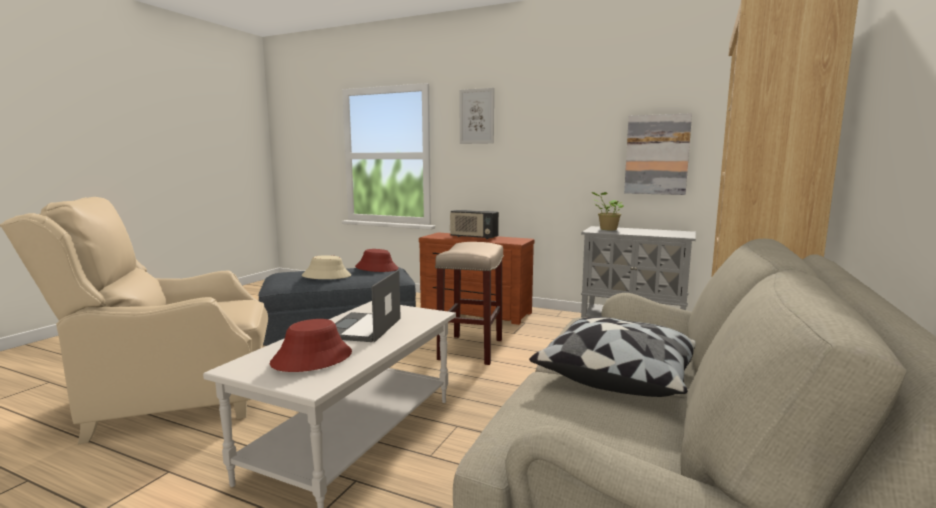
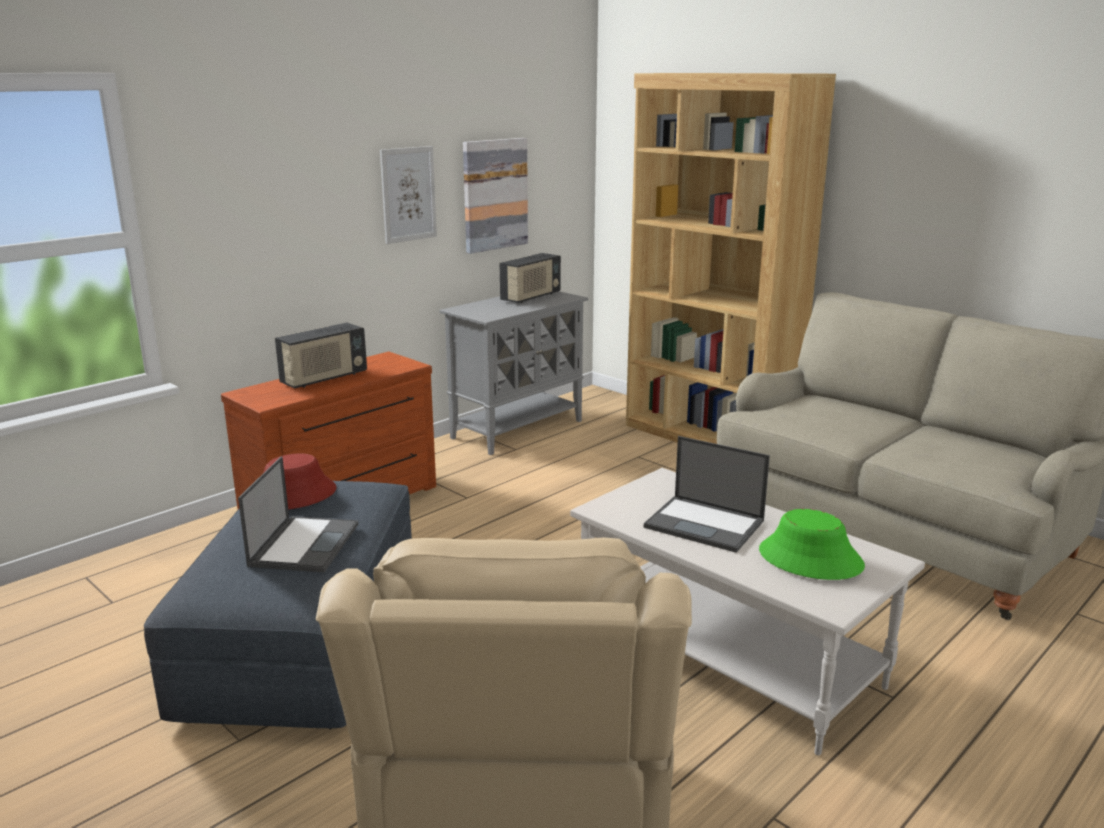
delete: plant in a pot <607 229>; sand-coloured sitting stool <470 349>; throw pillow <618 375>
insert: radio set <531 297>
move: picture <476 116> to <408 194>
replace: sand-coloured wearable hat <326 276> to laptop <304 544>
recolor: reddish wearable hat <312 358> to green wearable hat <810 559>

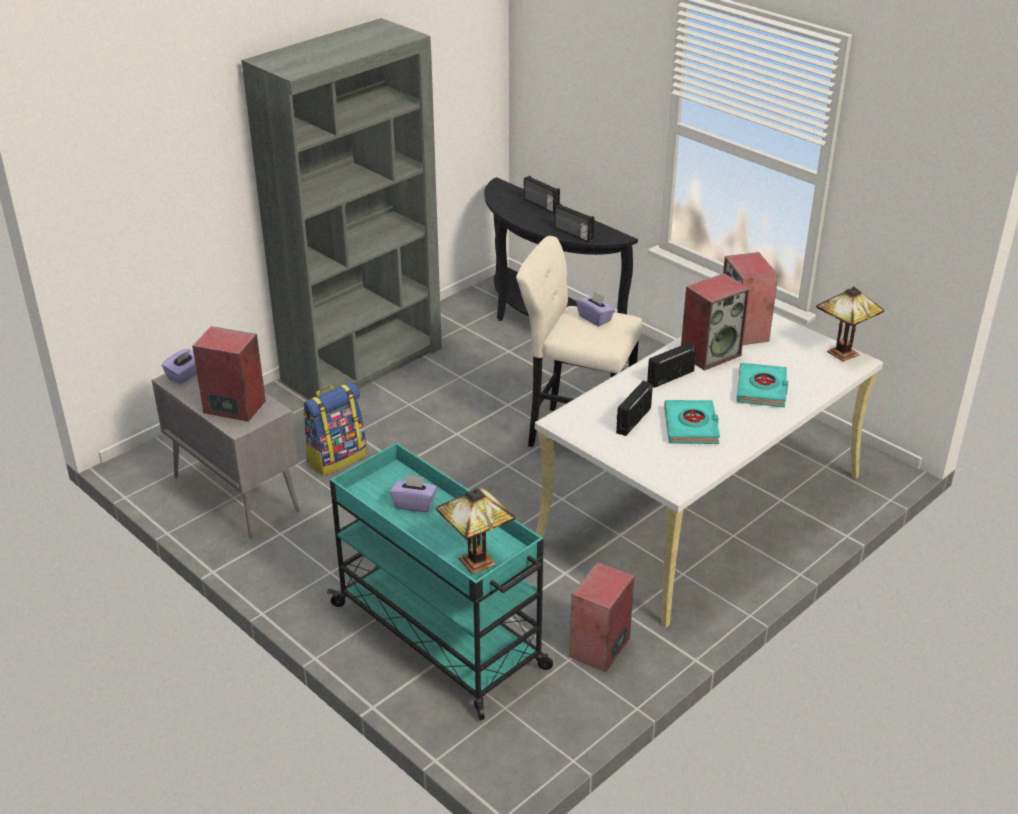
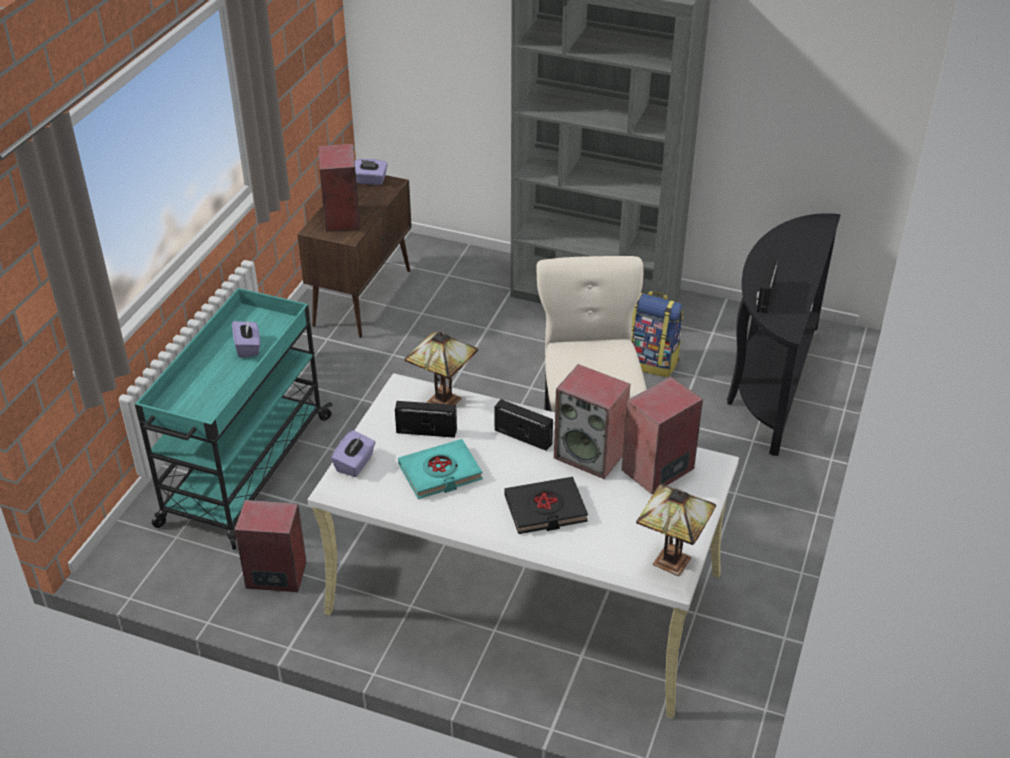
delete: radio set <540 205>
move: purple box of tissues <595 318> to <355 464>; rucksack <336 458> to <649 362>; tabletop lamp <476 563> to <441 401>
recolor: blue-green volume <762 389> to black volume <545 510>; gray cupboard <235 493> to brown cupboard <363 297>

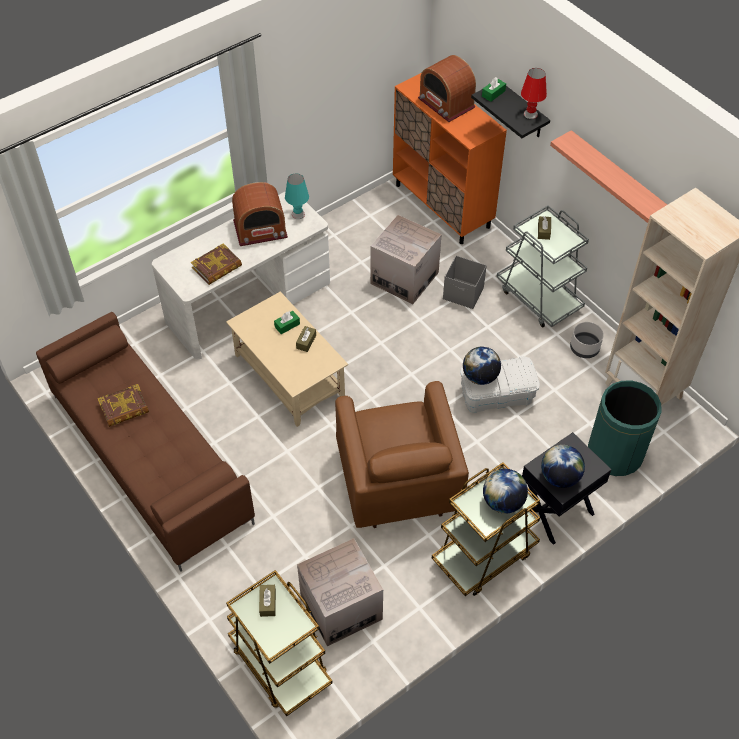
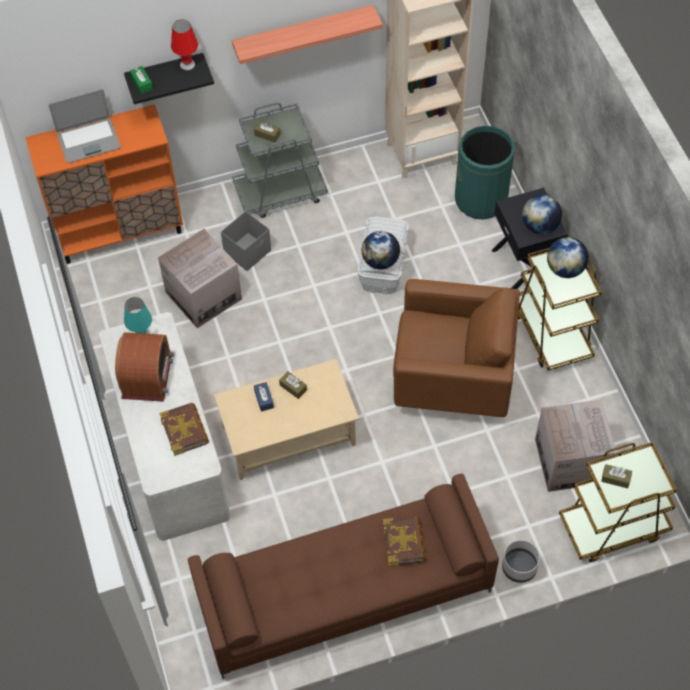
move: gray plant pot <584 348> to <519 568>; volume <124 408> to <404 542>
replace: radio set <446 103> to laptop <88 140>
recolor: green box of tissues <287 325> to bluish box of tissues <264 399>

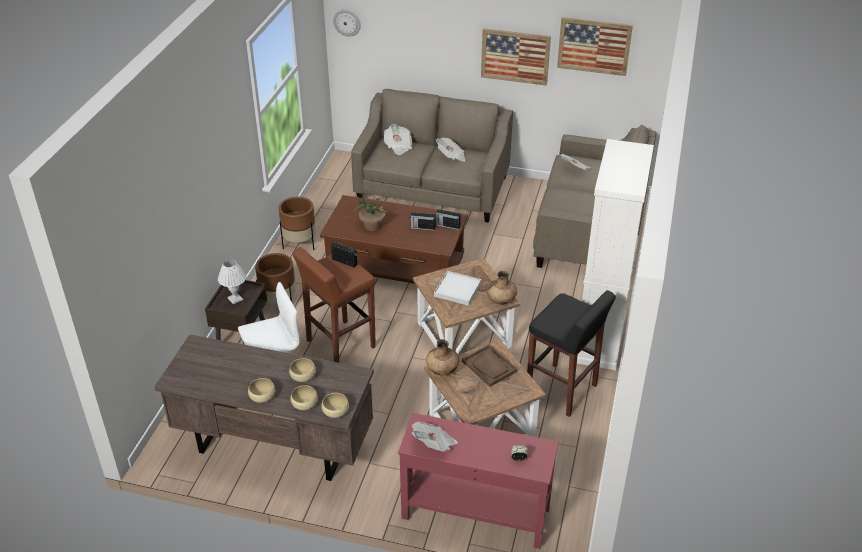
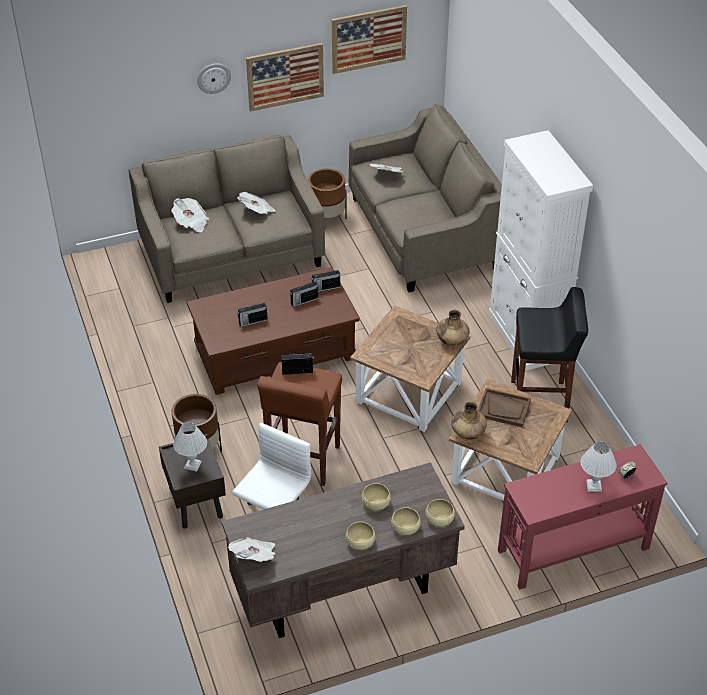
delete: whitish tray <457 290>
insert: whitish tabletop lamp <594 486>
move: clock on the wall <347 22> to <213 78>; brown plant pot <300 244> to <327 219>; newspaper <434 444> to <255 557>
replace: plant in a pot <372 226> to radio set <252 322>

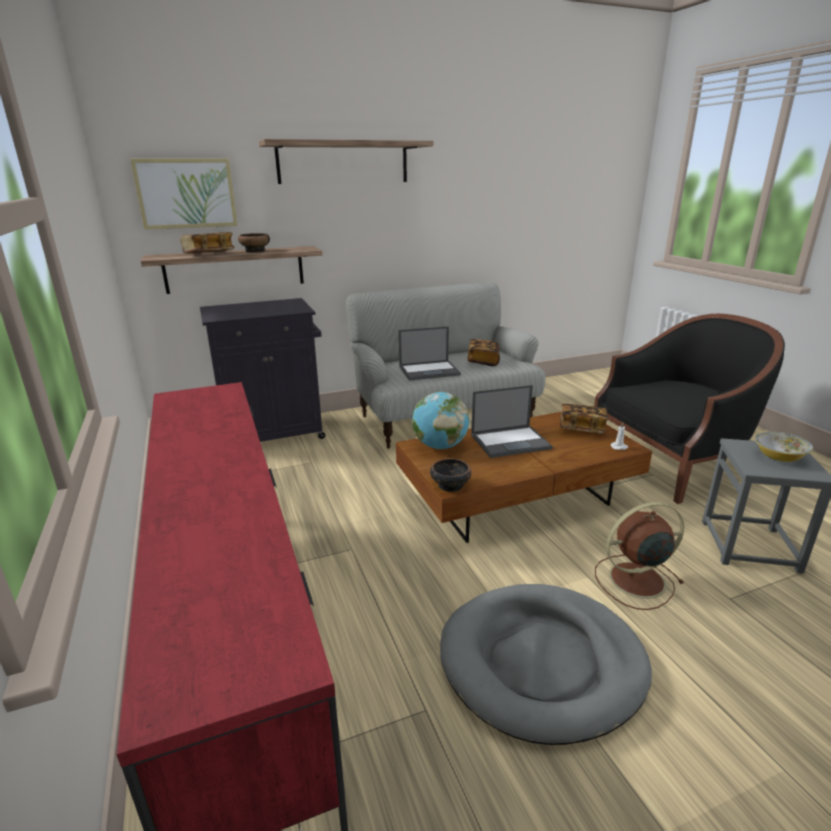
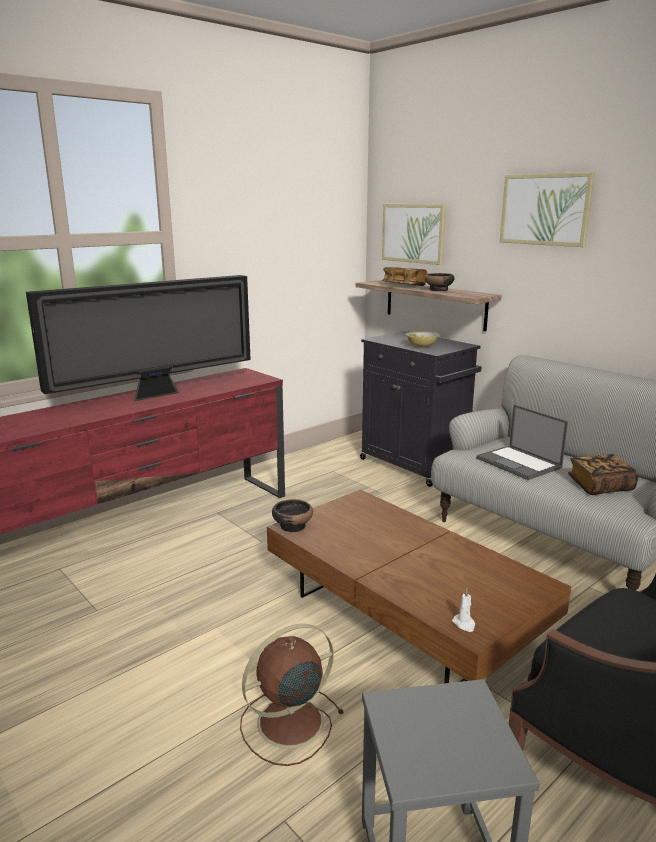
delete: laptop <511 441>; globe <440 446>; volume <581 428>; gray dog cushion <542 663>
insert: TV <157 394>
move: deep dish <779 457> to <421 345>
replace: shelf <343 162> to picture <545 209>
rotate: brown electric fan <634 580> = <287 723> 90 degrees counterclockwise

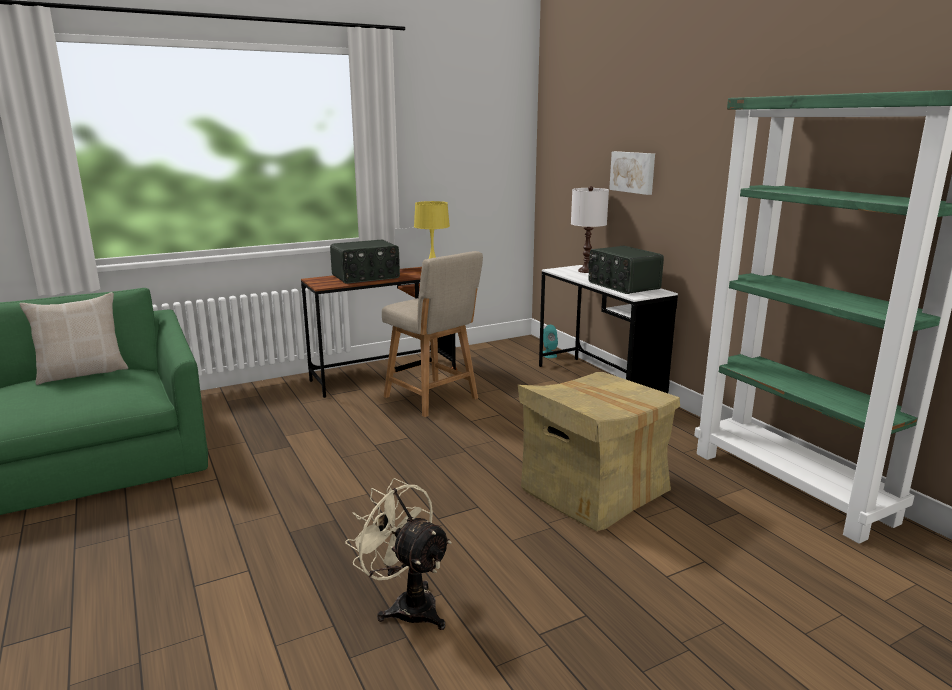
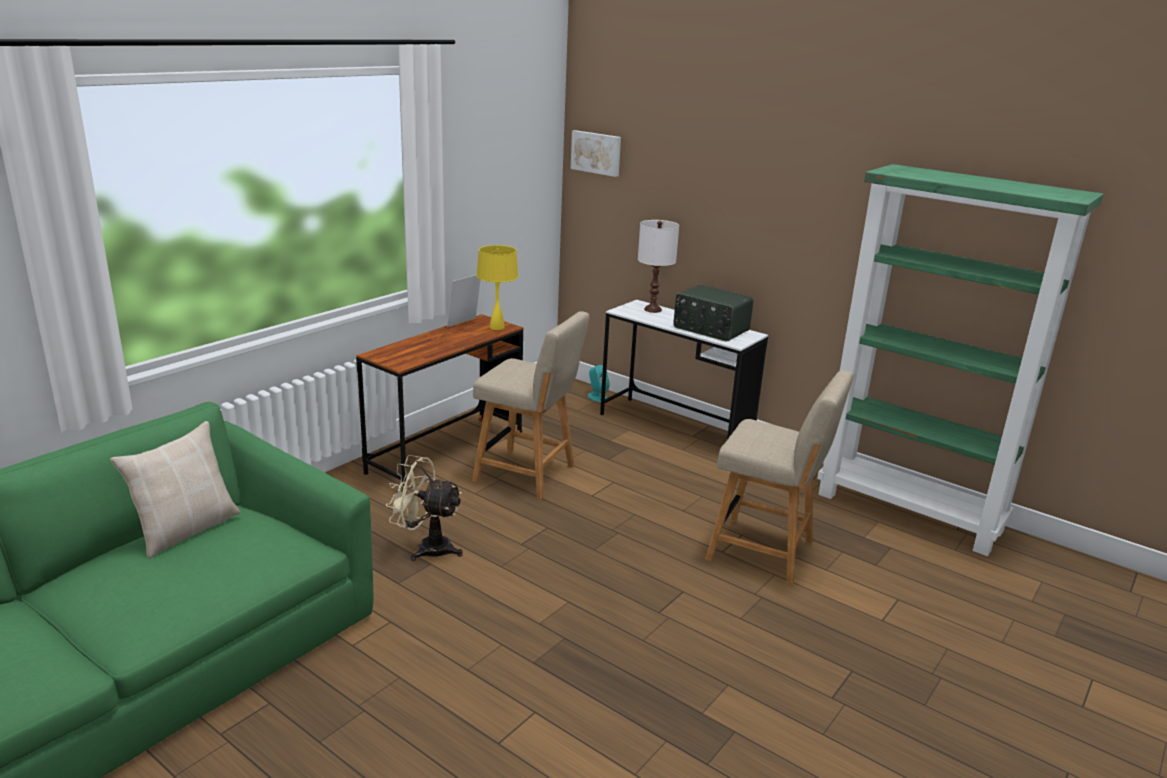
delete: radio set <366 277>
move: picture <633 172> to <596 153>; sand-coloured electric fan <407 605> to <426 547>
replace: cardboard box <593 491> to sand-coloured plain chair <766 552>

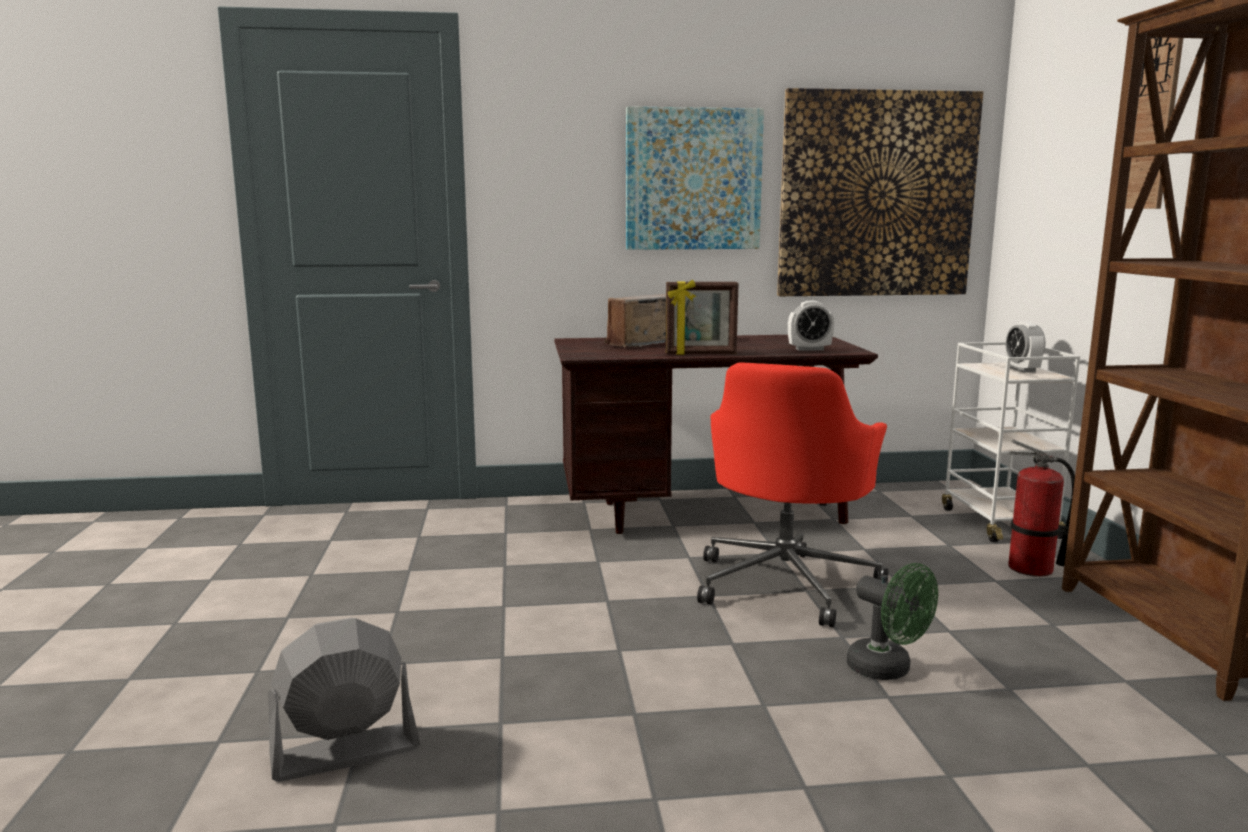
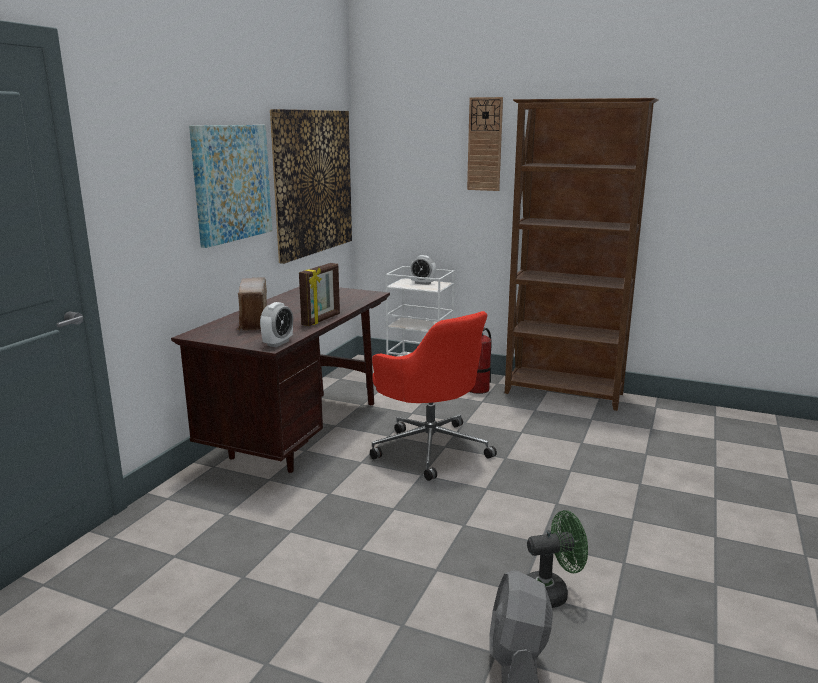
move: bedside clock <809 349> to <278 343>; green electric fan <888 670> to <551 592>

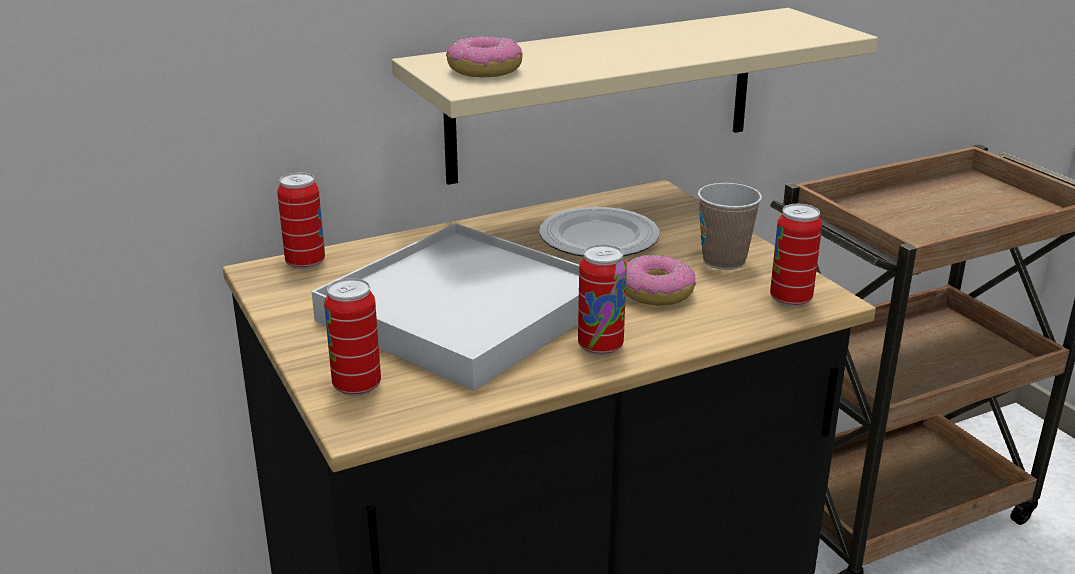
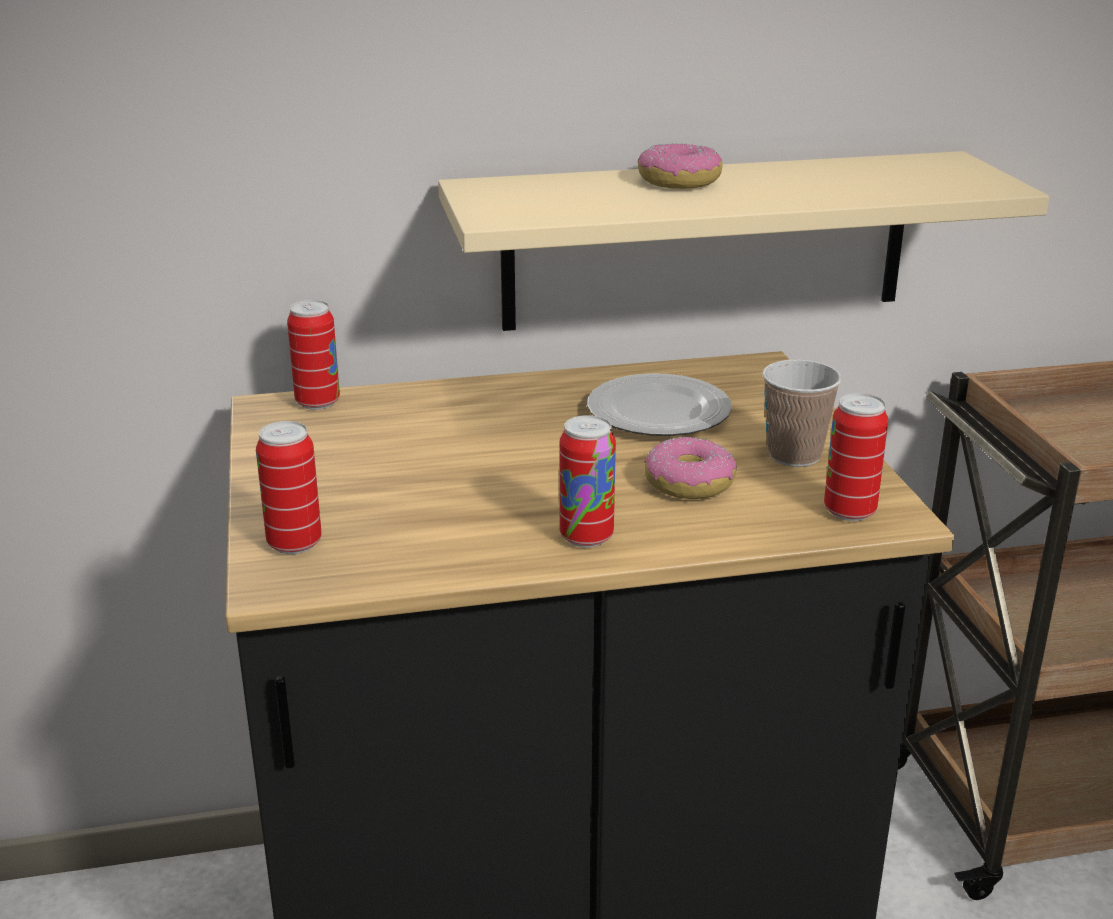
delete: whitish tray <464 313>
move: ring doughnut <485 70> to <679 181>

